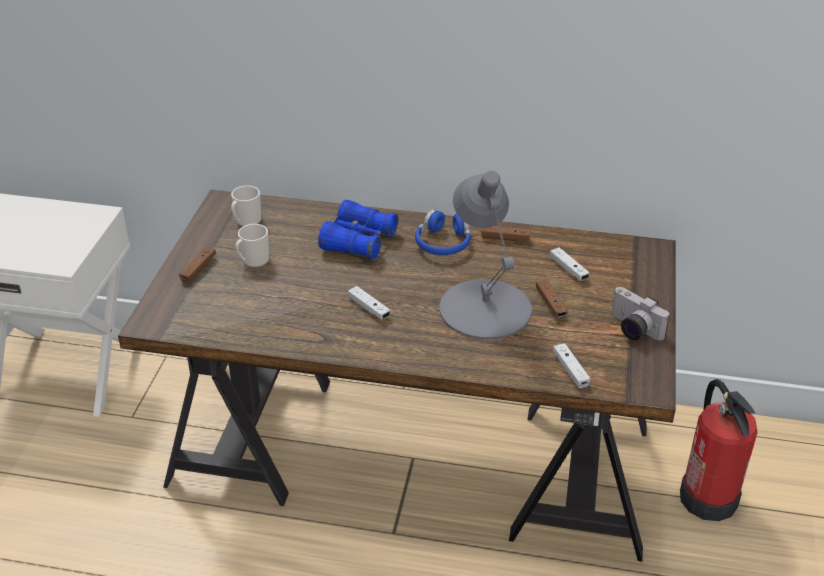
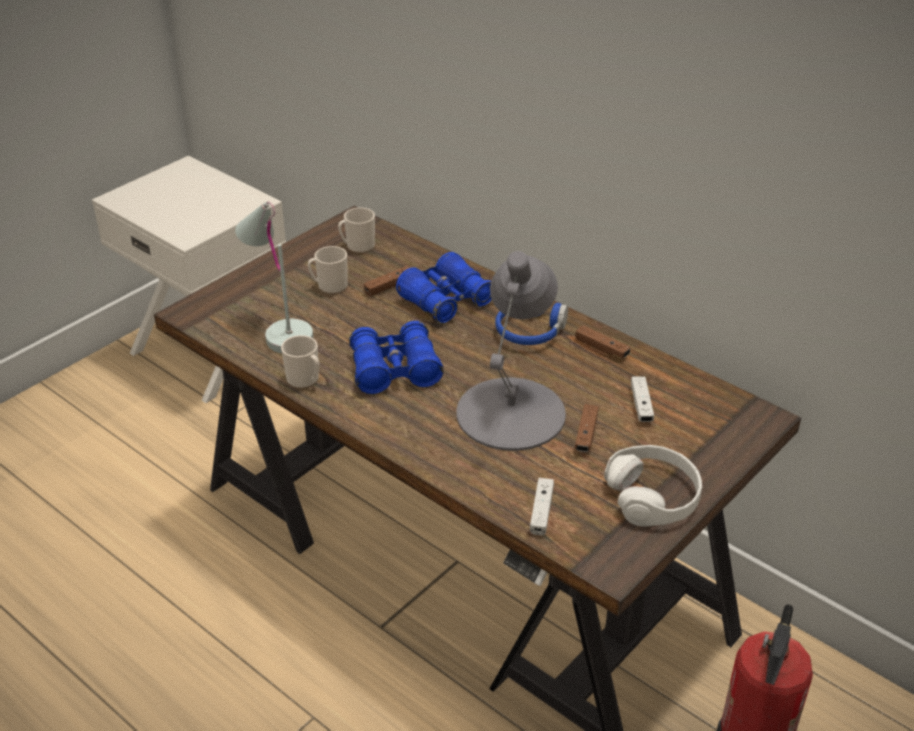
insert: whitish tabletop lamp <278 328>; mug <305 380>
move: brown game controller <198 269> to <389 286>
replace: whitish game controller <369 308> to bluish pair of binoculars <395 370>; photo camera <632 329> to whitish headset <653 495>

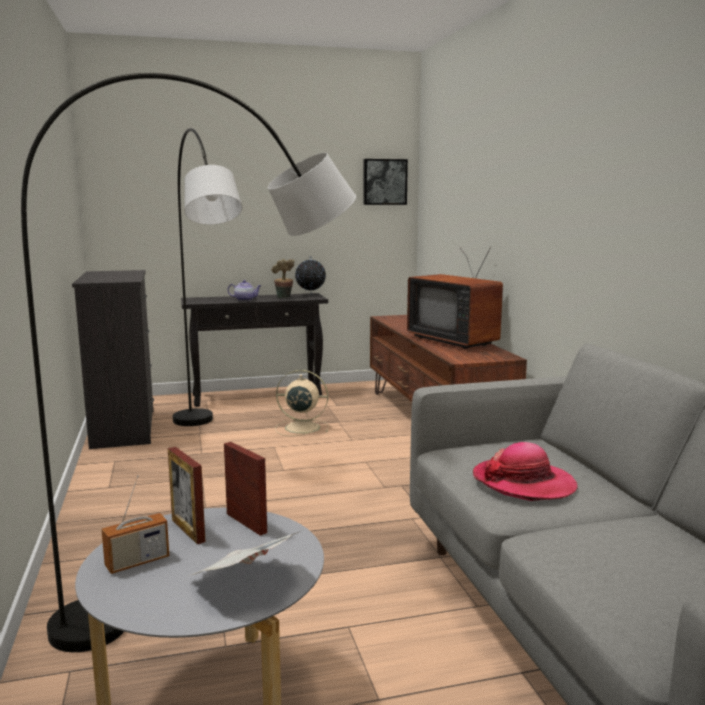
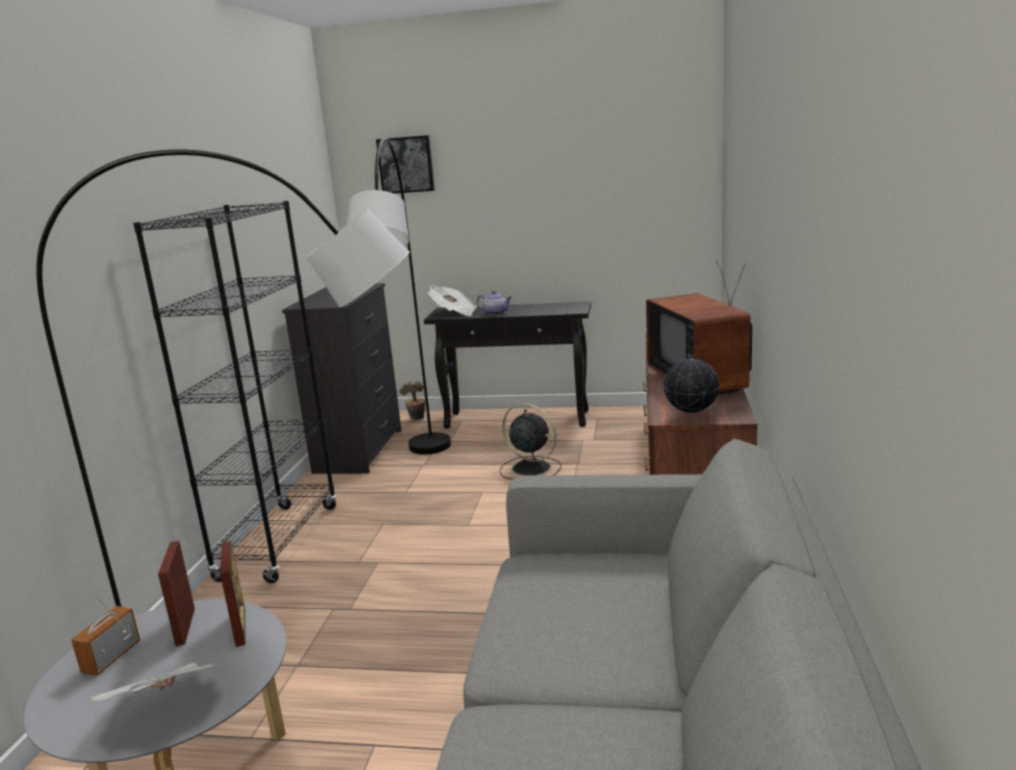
delete: wearable hat <524 483>
insert: black shelving unit <279 542>; newspaper <454 313>
move: picture <384 182> to <406 164>; globe <310 294> to <691 418>; plant in a pot <284 298> to <417 419>
recolor: sand-coloured electric fan <300 427> to black electric fan <529 468>
rotate: radio set <137 562> = <111 657> 120 degrees clockwise

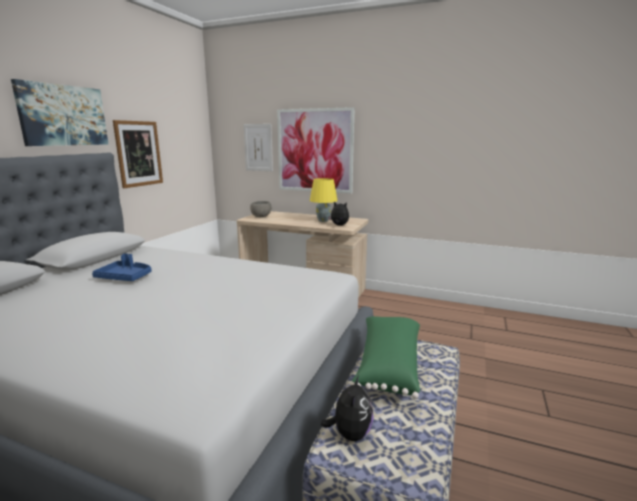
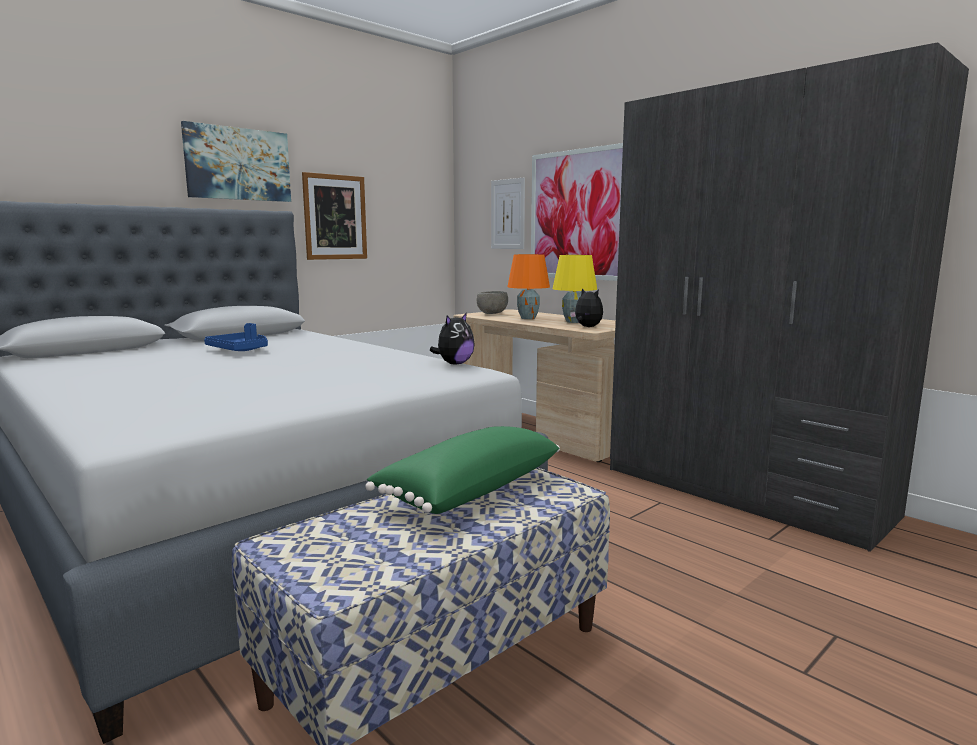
insert: gray wardrobe <743 491>; orange tabletop lamp <527 318>
move: cuddly toy <350 433> to <454 364>

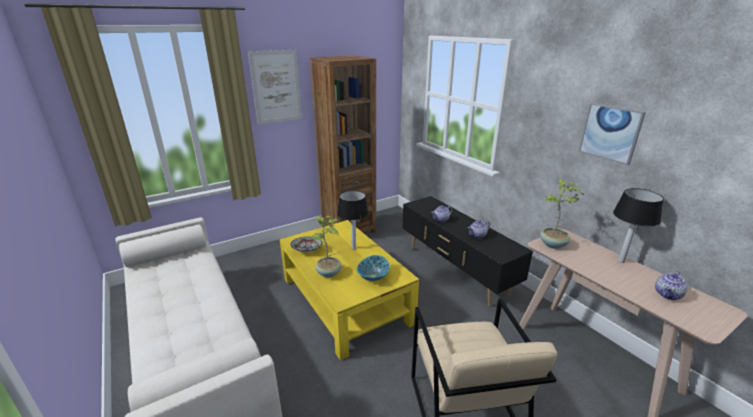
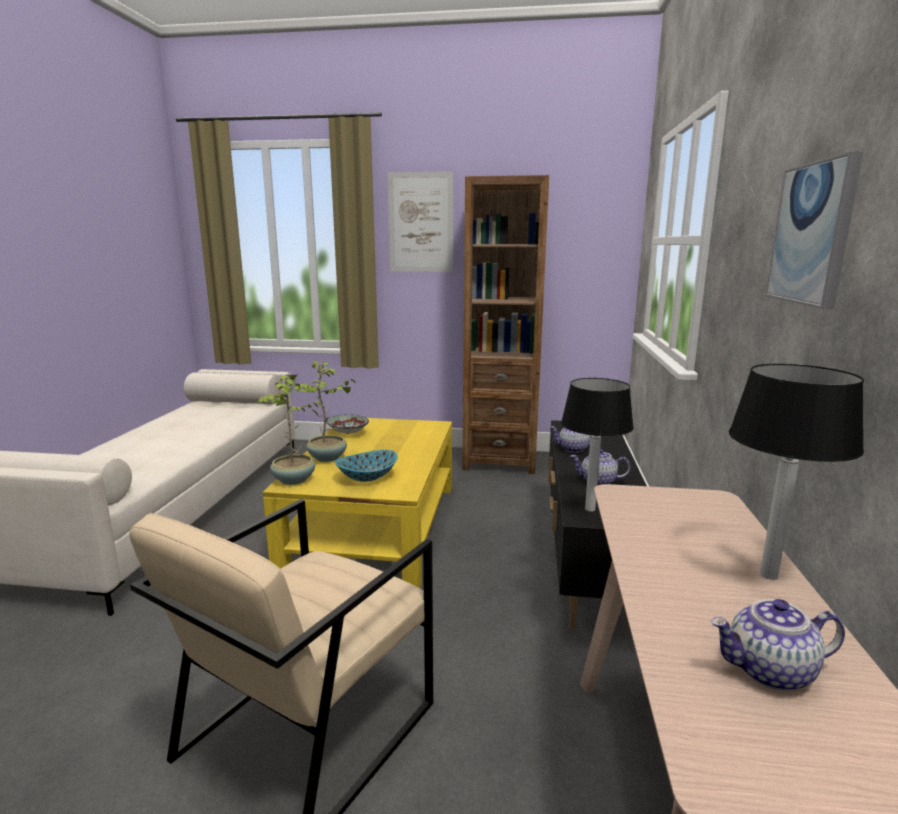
move: plant in a pot <553 245> to <293 480>; tabletop lamp <353 248> to <589 509>

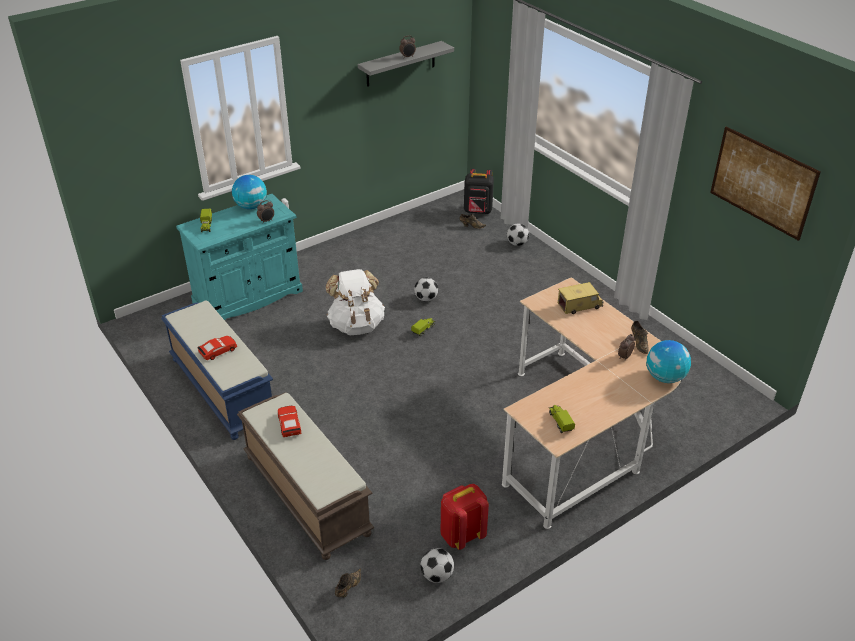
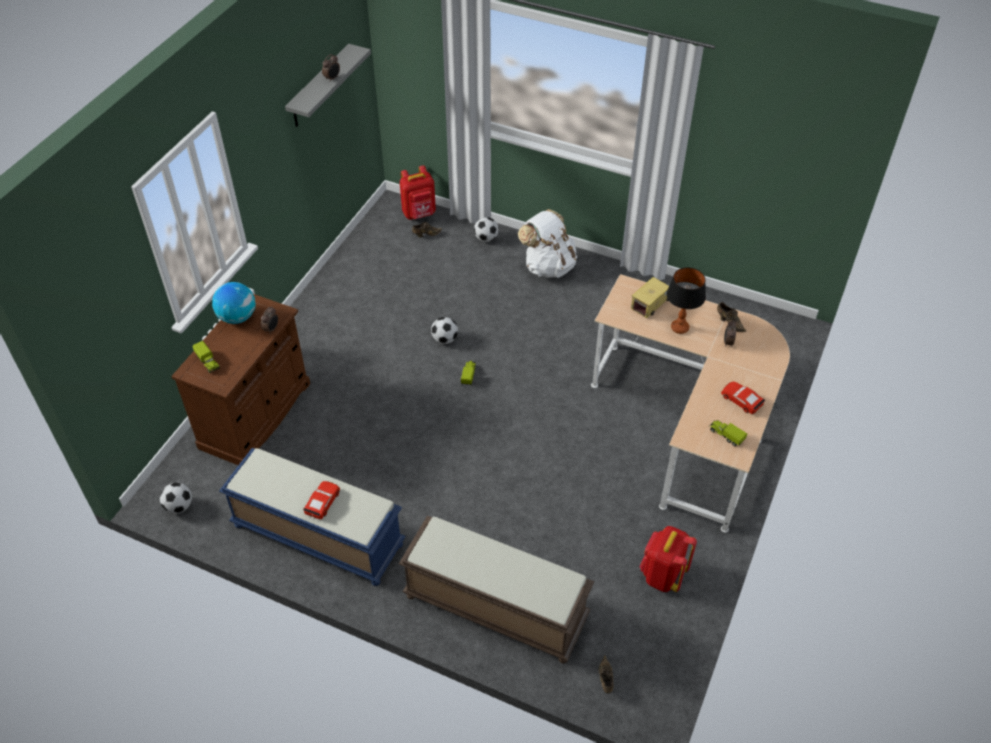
delete: picture <762 182>; globe <665 377>
insert: tabletop lamp <679 328>
move: whitish rucksack <356 324> to <548 266>; reddish miniature car <289 424> to <741 400>; ball for football <437 575> to <179 506>
recolor: black rucksack <478 211> to reddish rucksack <419 214>; blue-green cupboard <248 297> to brown cupboard <256 415>

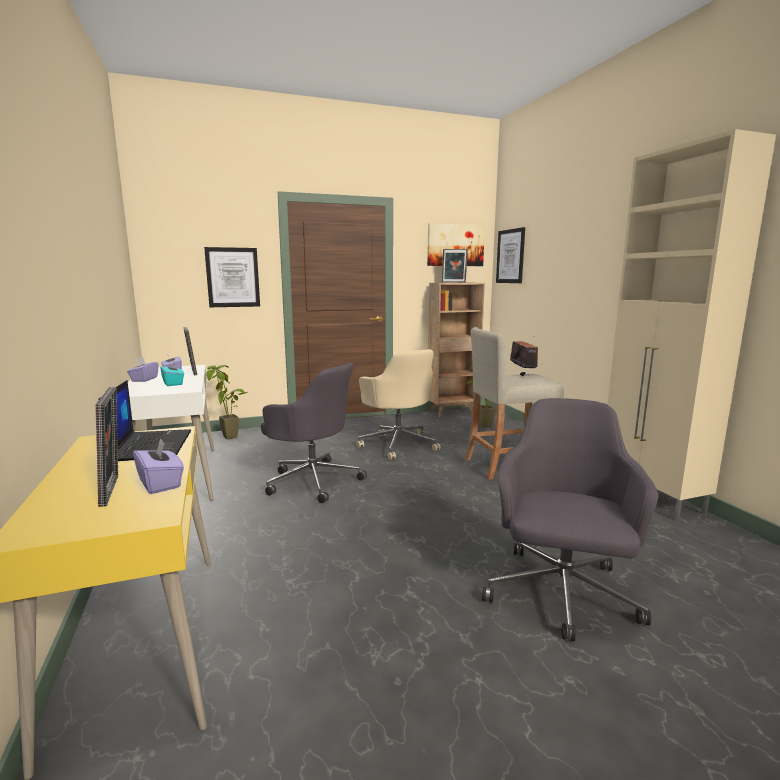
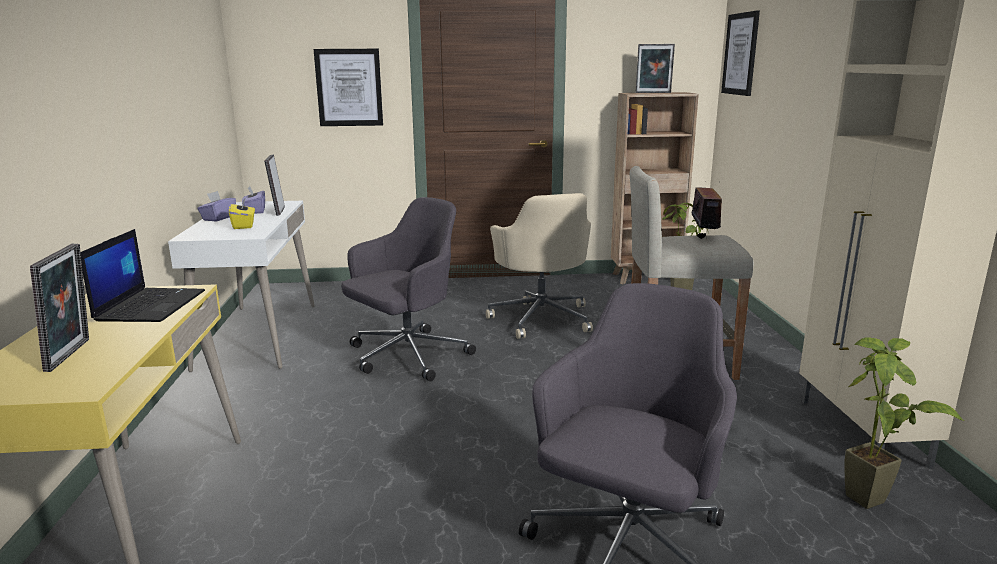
delete: picture <455 245>; purple box of tissues <160 483>
move: plant in a pot <230 439> to <873 508>
recolor: blue-green box of tissues <173 383> to yellow box of tissues <244 225>
rotate: gray office chair <312 480> = <407 356> 90 degrees counterclockwise

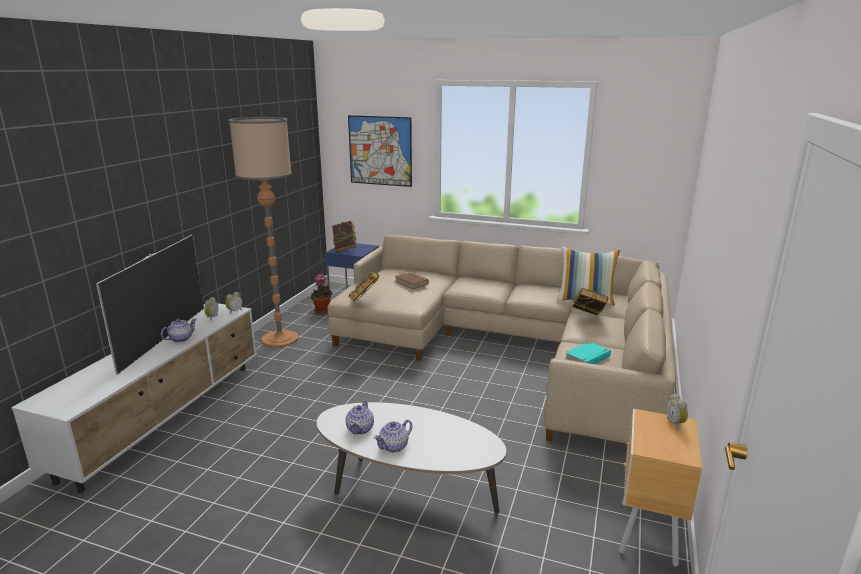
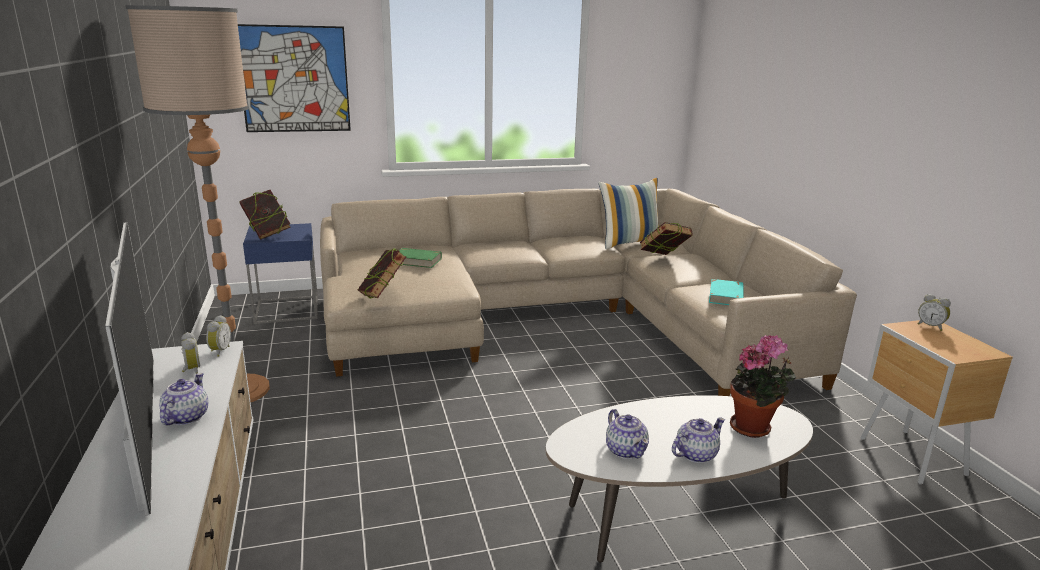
move: plant in a pot <322 311> to <754 428>
recolor: brown volume <411 282> to green volume <416 261>
rotate: tea pot <394 446> = <695 454> 135 degrees counterclockwise

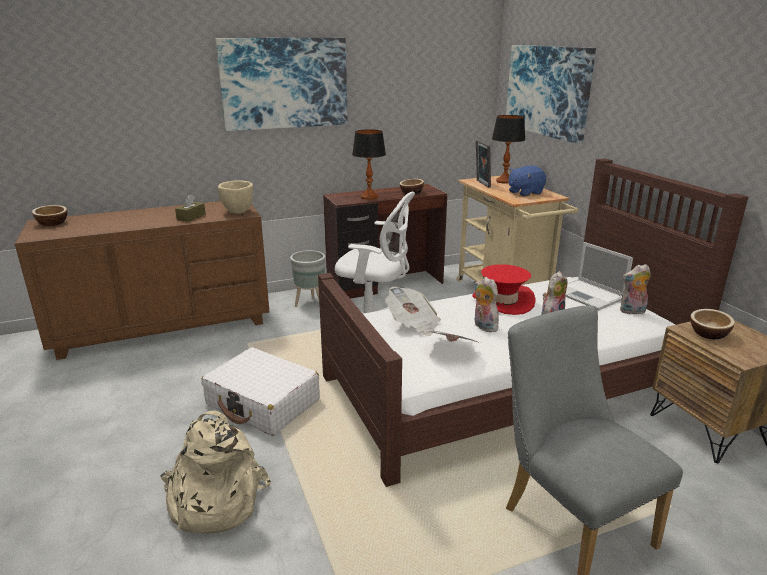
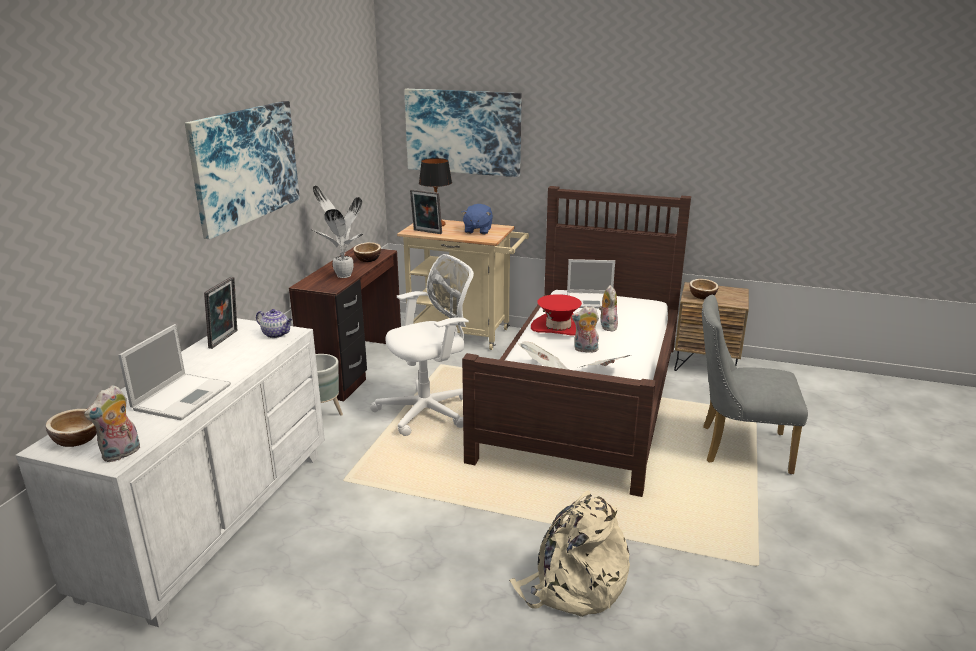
delete: brown box of tissues <191 217>; whitish suitcase <263 403>
insert: standing frame <225 339>; laptop <183 396>
move: cuddly toy <632 311> to <121 454>
replace: tabletop lamp <369 197> to plant in a pot <342 275>; sand-coloured deep dish <238 212> to tea pot <276 334>
recolor: brown chest of drawers <164 326> to whitish chest of drawers <213 520>

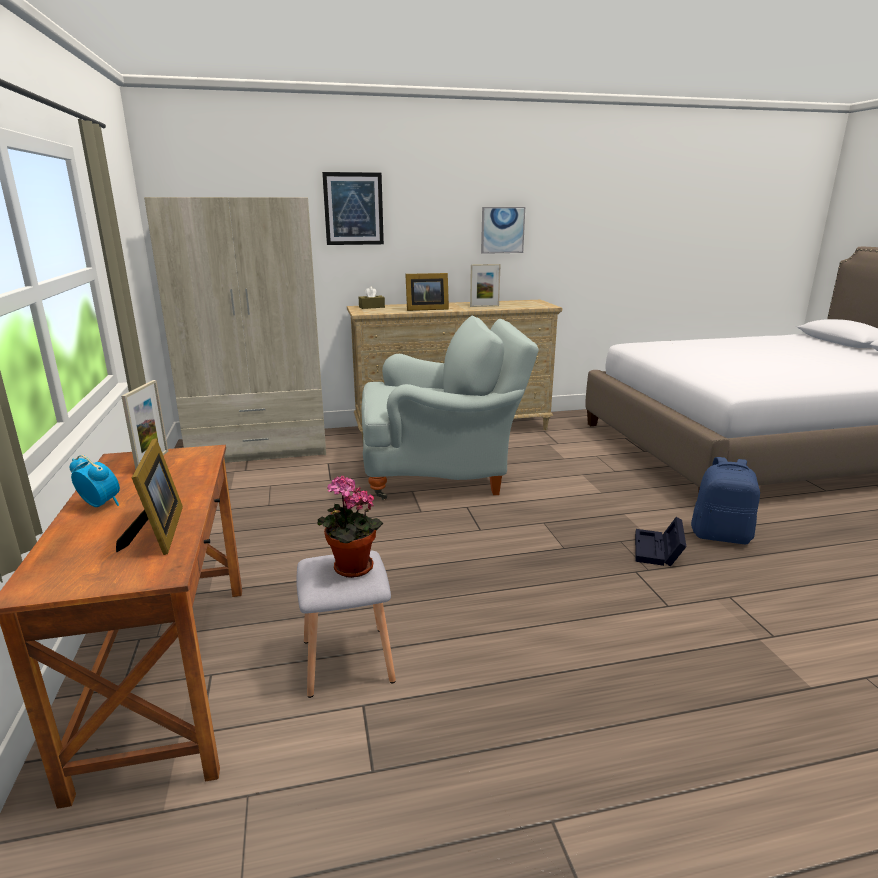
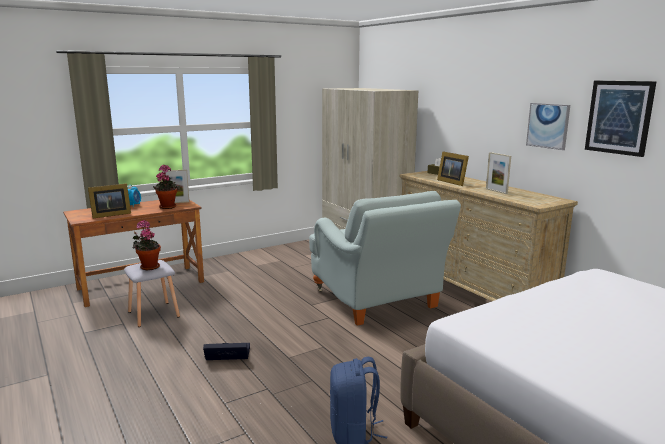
insert: plant in a pot <167 206>
move: picture <353 209> to <619 117>; black storage bin <658 551> to <226 355>

